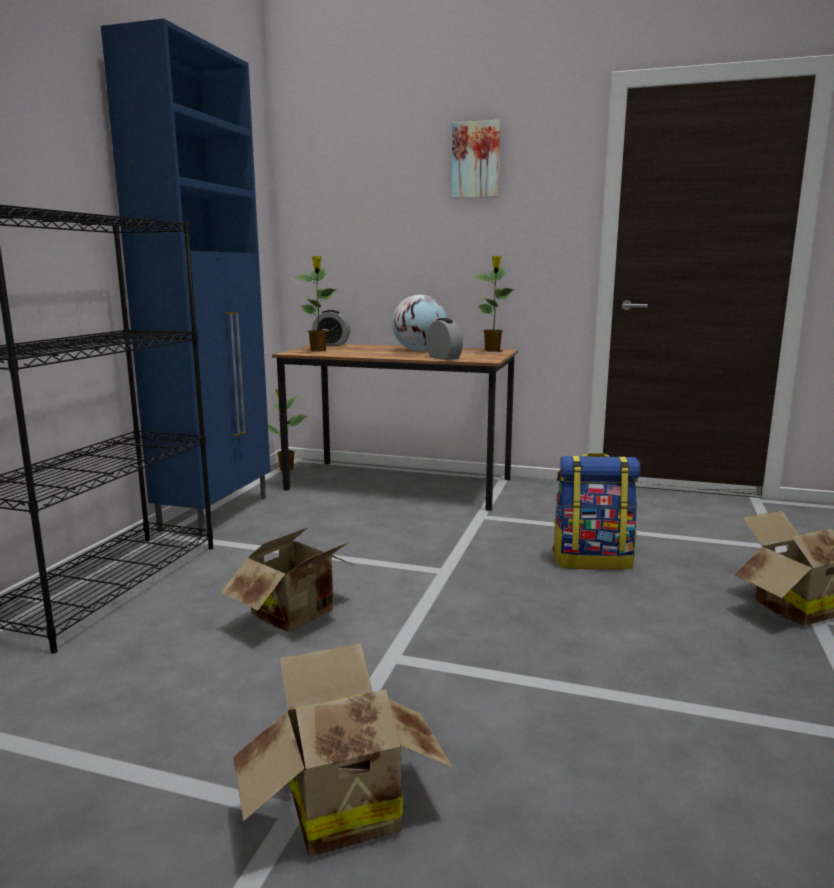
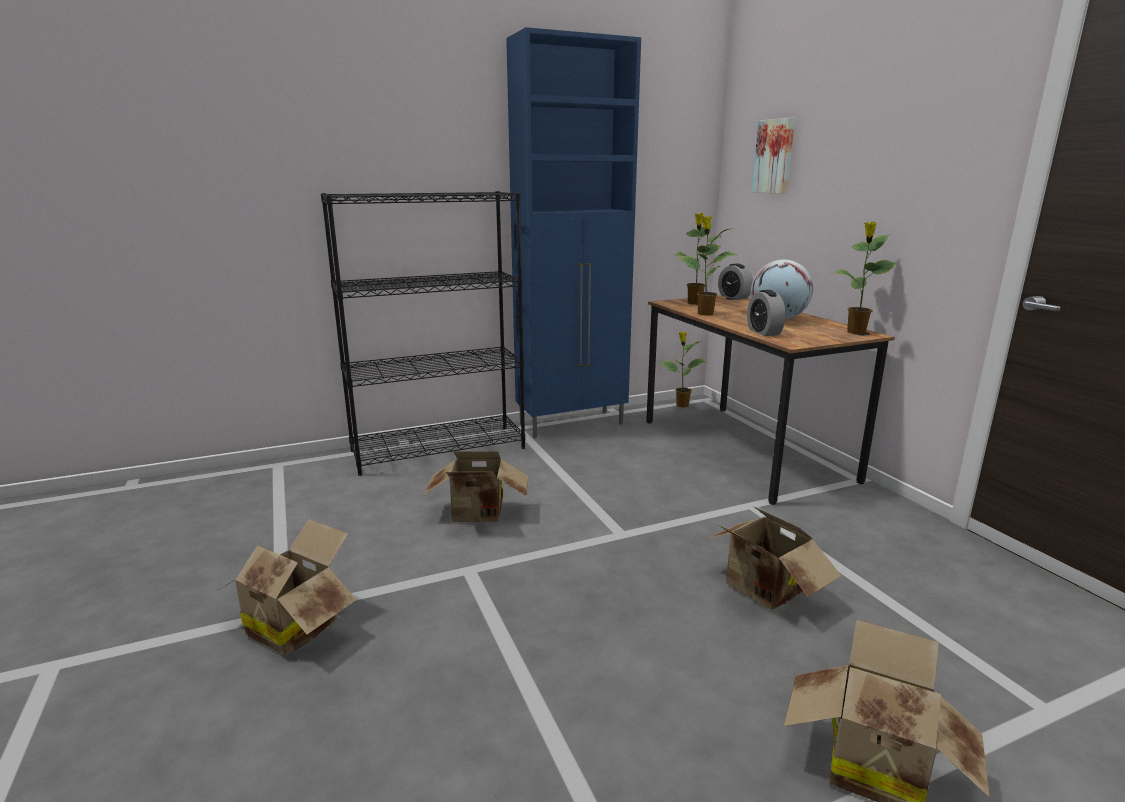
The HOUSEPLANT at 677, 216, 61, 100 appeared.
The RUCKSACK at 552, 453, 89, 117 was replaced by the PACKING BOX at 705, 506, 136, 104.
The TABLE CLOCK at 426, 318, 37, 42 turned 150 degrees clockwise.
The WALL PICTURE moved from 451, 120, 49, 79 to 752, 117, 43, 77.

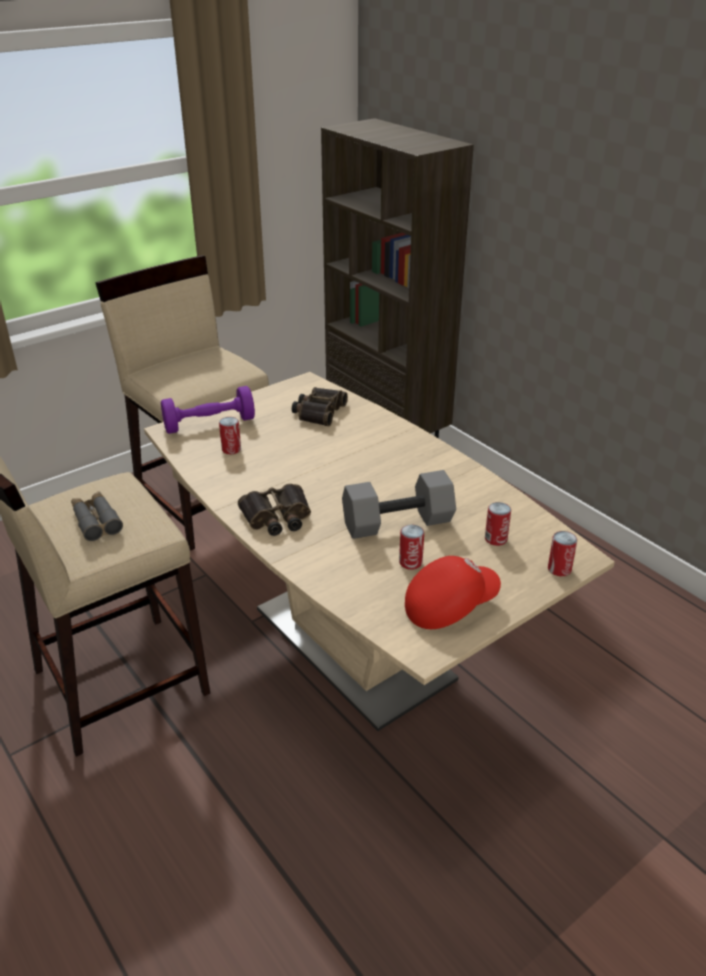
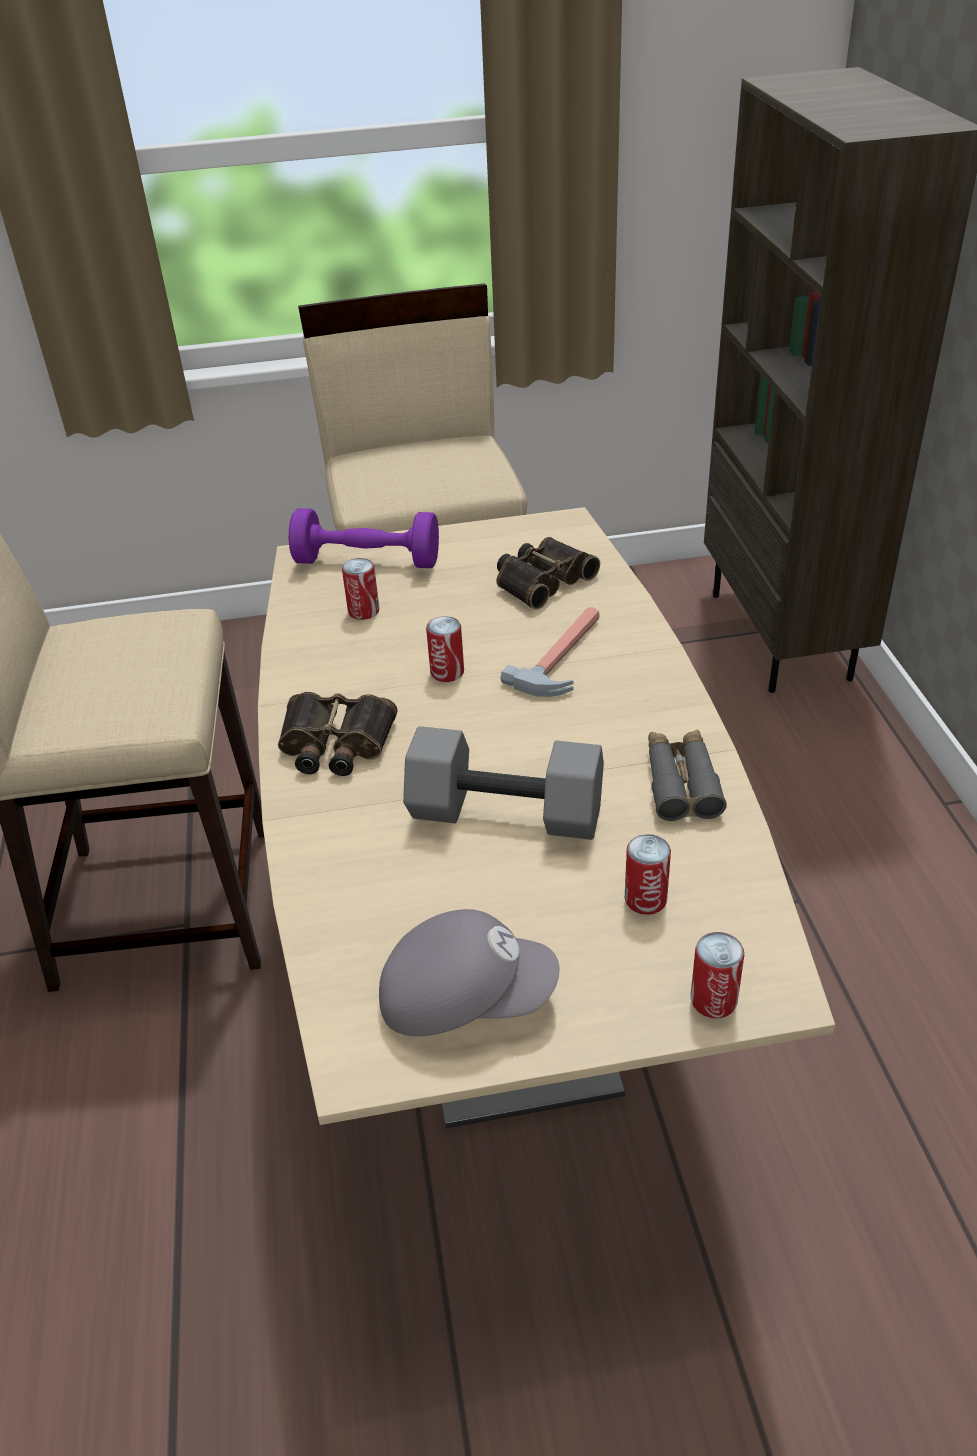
The REDDISH PEAKED CAP at 405, 556, 96, 73 became the GRAY PEAKED CAP at 379, 909, 180, 127.
The METAL CAN moved from 399, 525, 25, 45 to 426, 616, 38, 66.
The HAND HAMMER at 500, 607, 100, 90 appeared.
The GRAY PAIR OF BINOCULARS moved from 71, 491, 52, 50 to 648, 730, 79, 91.

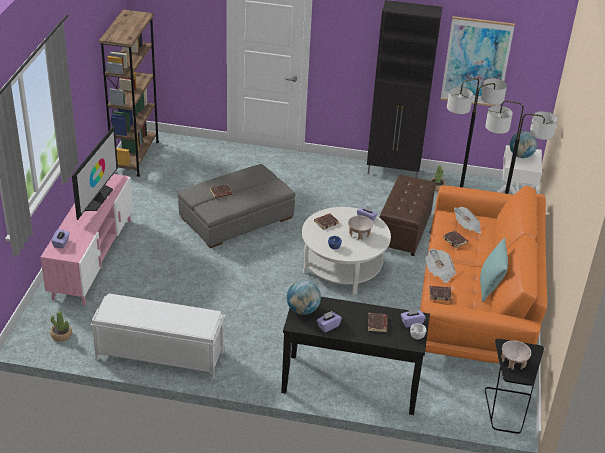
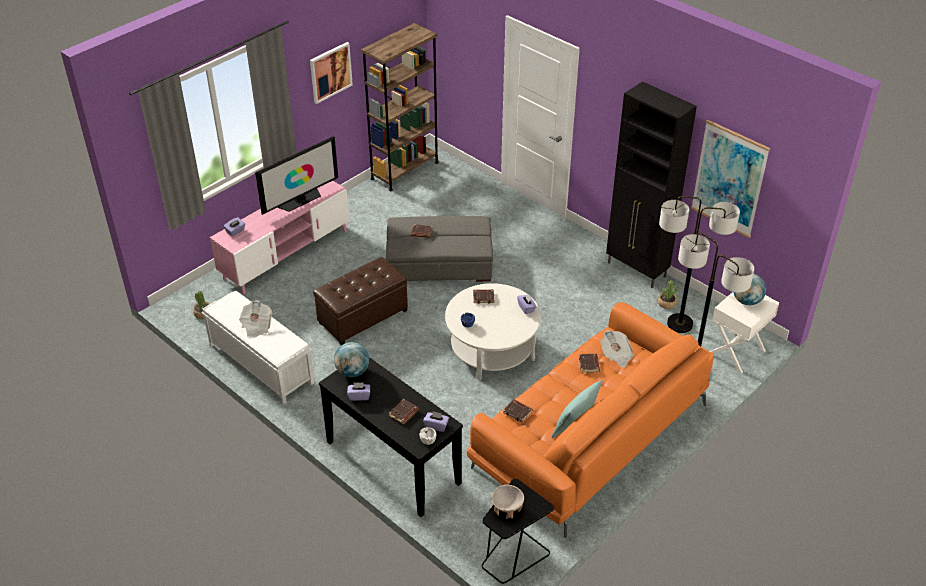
The DAILY PAPER moved from 425, 249, 31, 34 to 239, 300, 33, 38.
The WALL PICTURE at 310, 42, 43, 62 appeared.
The BROWNISH FOOTREST moved from 380, 174, 56, 82 to 313, 257, 95, 88.
The SAND-COLOURED DEEP DISH at 348, 215, 25, 25 disappeared.

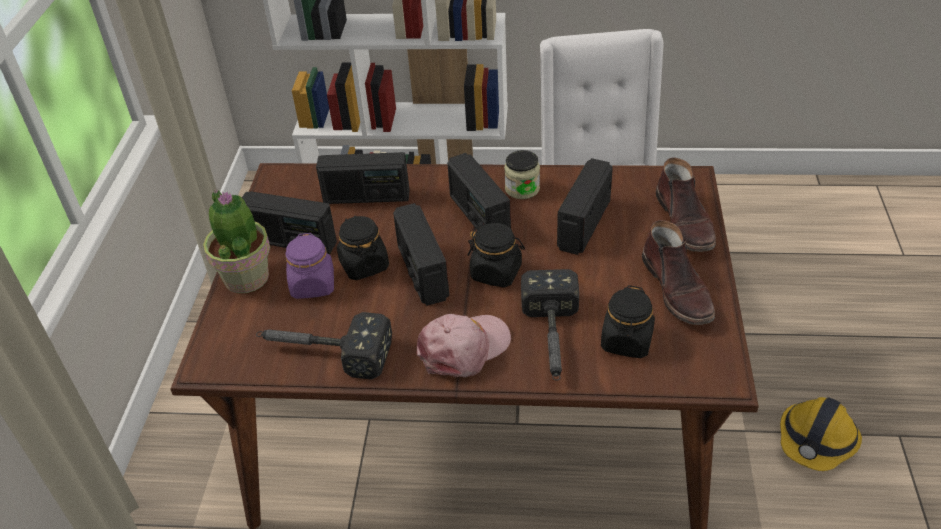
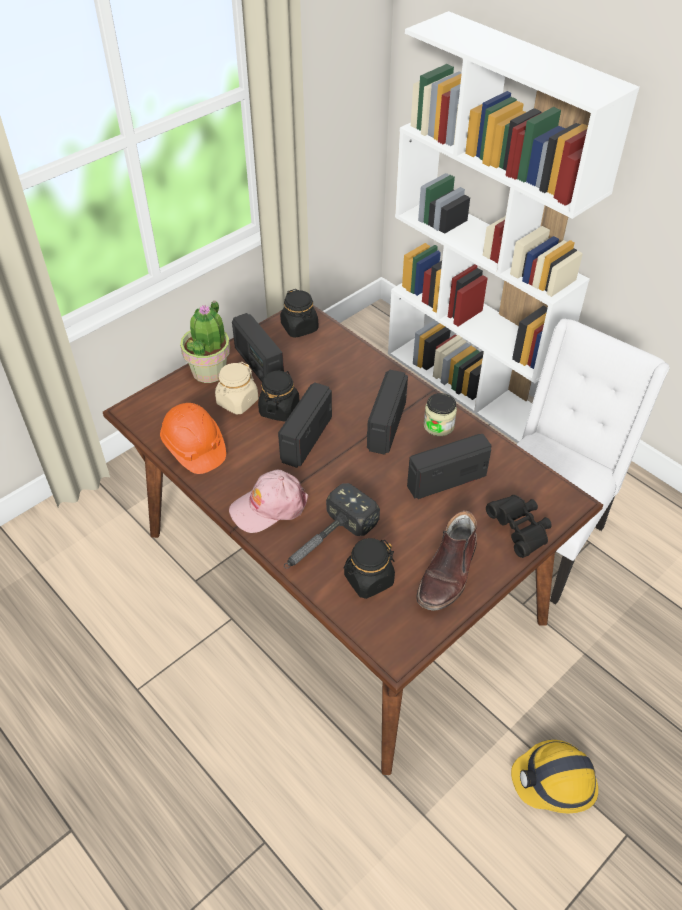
The HAND HAMMER at 256, 312, 136, 67 was replaced by the ORANGE SAFETY HELMET at 160, 403, 66, 71.
The PURPLE-COLOURED PRESERVE JAR at 285, 233, 49, 66 became the SAND-COLOURED PRESERVE JAR at 215, 362, 43, 53.
The PINKISH PEAKED CAP at 417, 314, 94, 64 turned 150 degrees clockwise.
The BLACK-COLOURED PRESERVE JAR moved from 468, 223, 57, 65 to 280, 289, 38, 49.
The BROWNISH TALL BOOT at 656, 158, 60, 94 was replaced by the BLACK-COLOURED PAIR OF BINOCULARS at 486, 495, 66, 63.
The RADIO RECEIVER at 316, 152, 94, 52 disappeared.

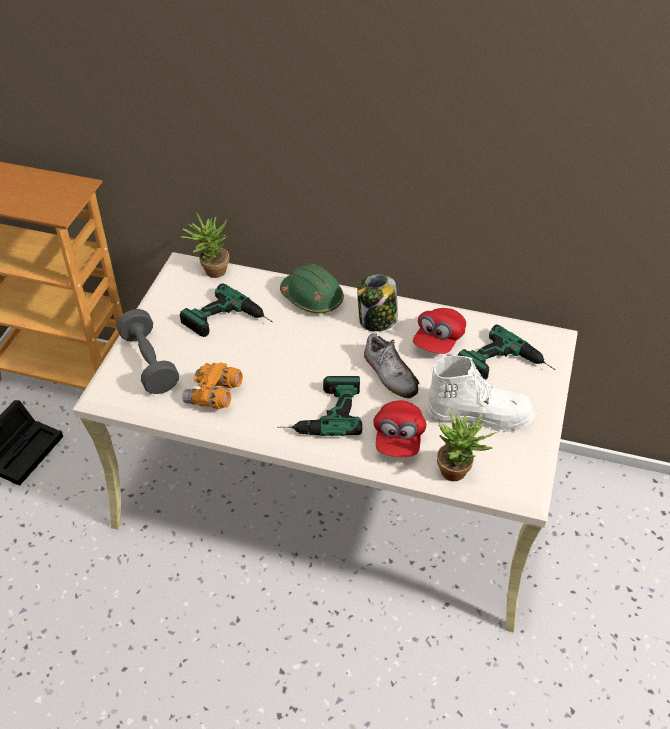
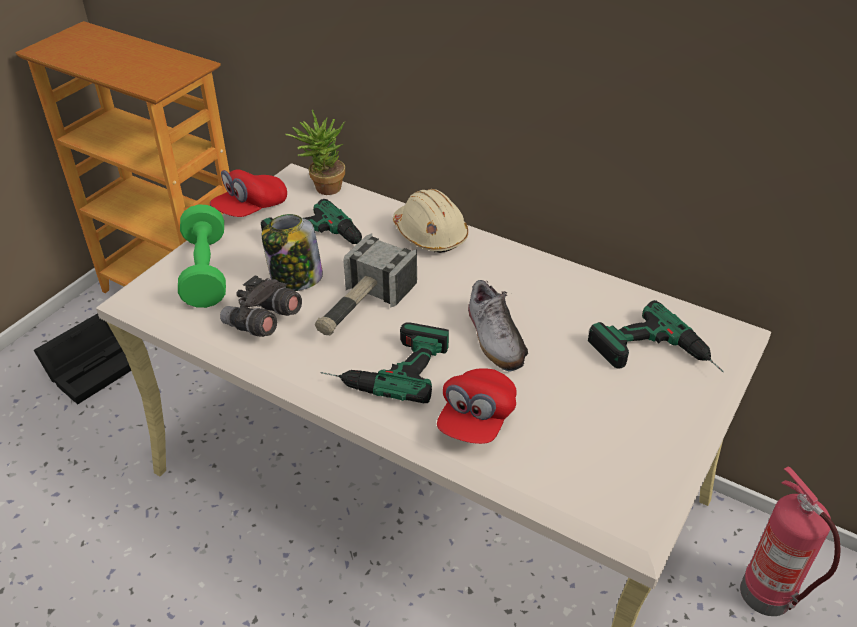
The GRAY HAND WEIGHT at 117, 309, 62, 85 became the GREEN-COLOURED HAND WEIGHT at 178, 204, 48, 104.
The REDDISH PEAKED CAP moved from 413, 308, 53, 46 to 210, 169, 77, 48.
The ORANGE PAIR OF BINOCULARS at 182, 362, 61, 47 became the GRAY PAIR OF BINOCULARS at 220, 275, 82, 62.
The PRESERVE JAR moved from 357, 274, 41, 57 to 262, 214, 61, 77.
The HAND HAMMER at 315, 233, 102, 102 appeared.
The GREEN-COLOURED SAFETY HELMET at 280, 264, 64, 50 became the SAND-COLOURED SAFETY HELMET at 393, 189, 75, 64.
The FIRE-FIGHTING CYLINDER at 740, 466, 100, 150 appeared.
The WHITISH TALL BOOT at 427, 356, 108, 76 disappeared.
The HOUSEPLANT at 437, 406, 60, 75 disappeared.

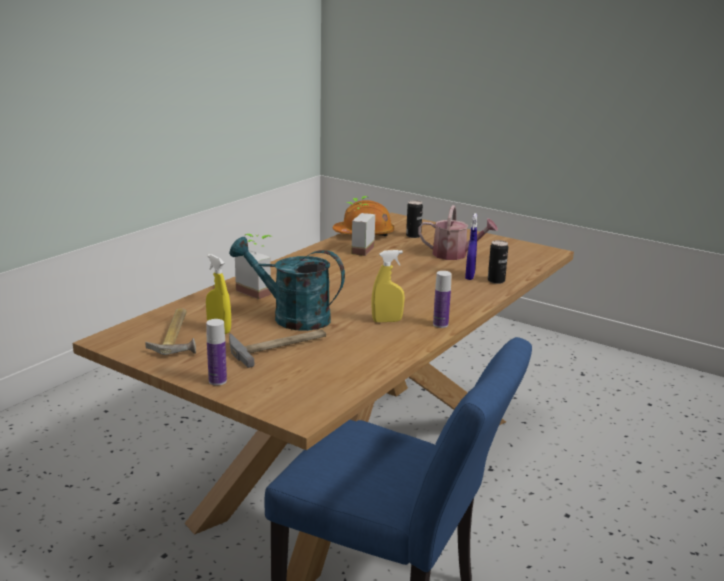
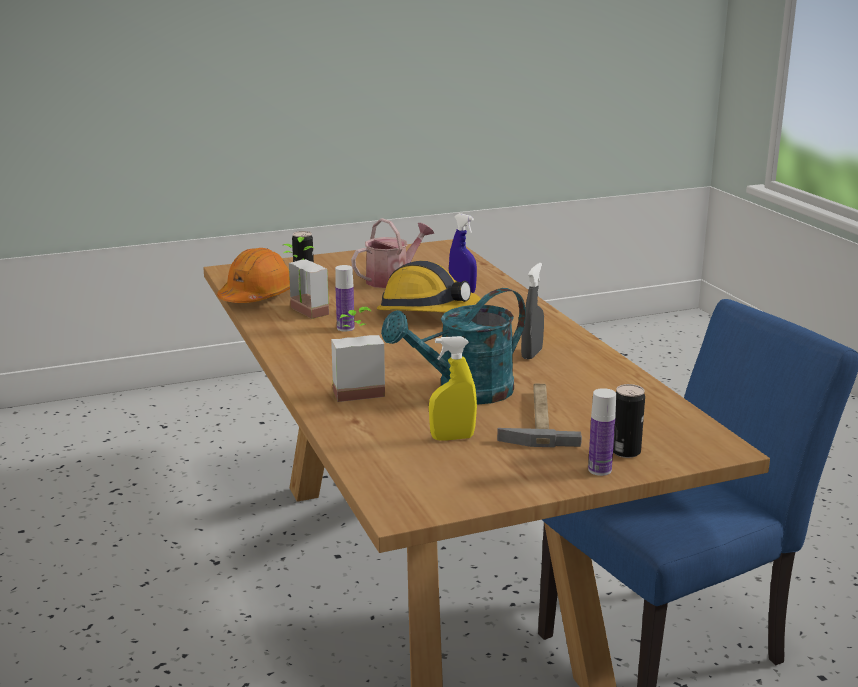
The DRINK BOTTLE moved from 433, 271, 19, 57 to 335, 265, 20, 66.
The SAFETY HELMET at 377, 261, 104, 52 appeared.
The YELLOW SPRAYER at 371, 250, 34, 72 became the GRAY SPRAYER at 521, 263, 23, 97.
The METAL CAN moved from 488, 240, 20, 44 to 613, 384, 32, 74.
The HAND HAMMER at 145, 308, 51, 47 disappeared.

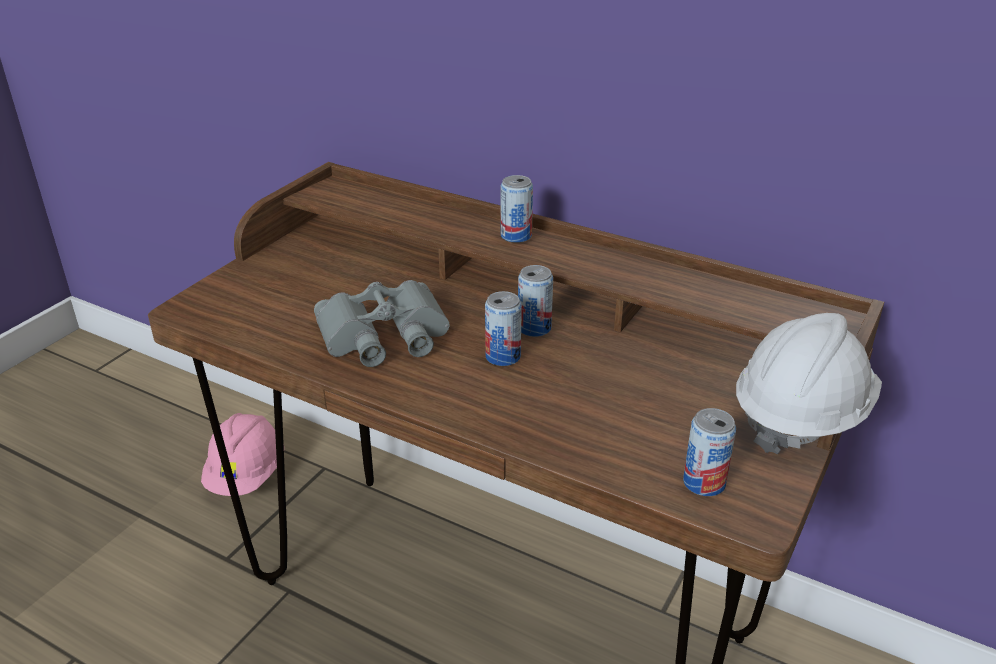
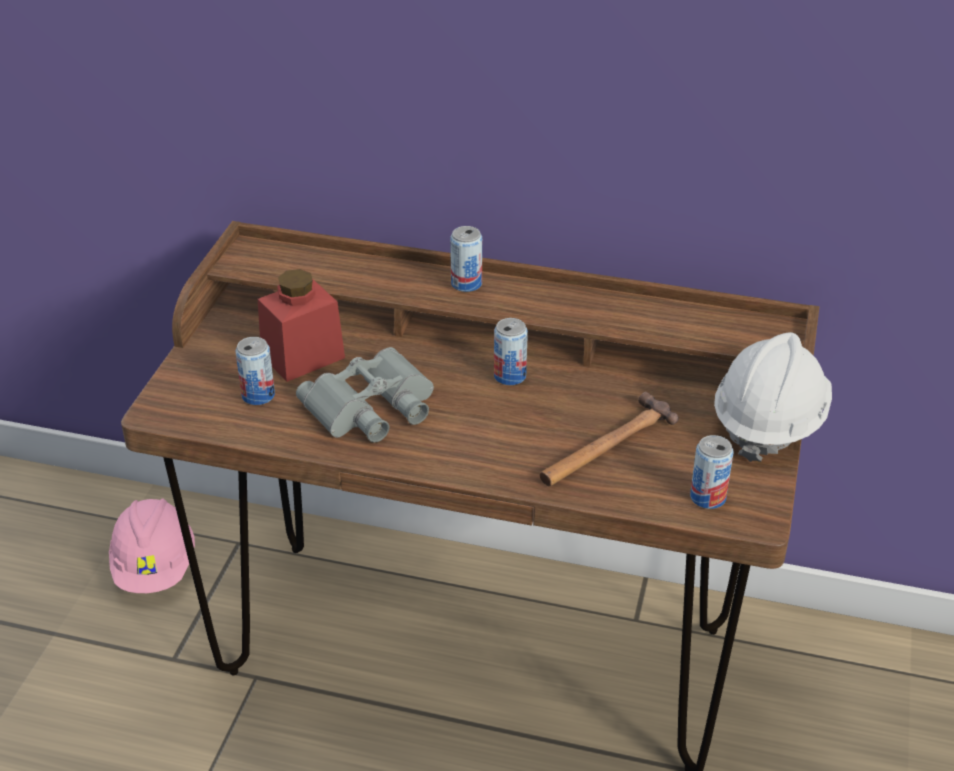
The METAL CAN moved from 485, 291, 37, 75 to 236, 337, 39, 68.
The REDDISH PRESERVE JAR at 258, 269, 87, 113 appeared.
The HAND HAMMER at 540, 392, 139, 94 appeared.

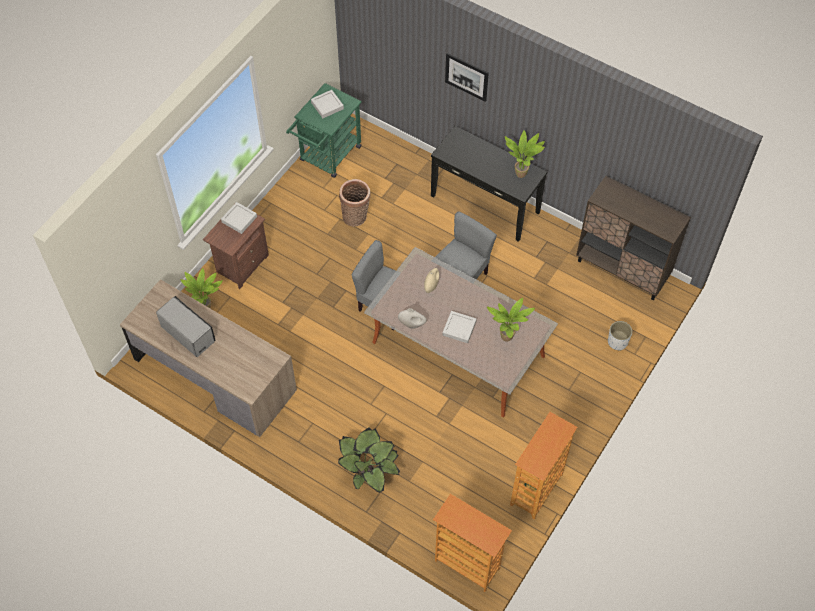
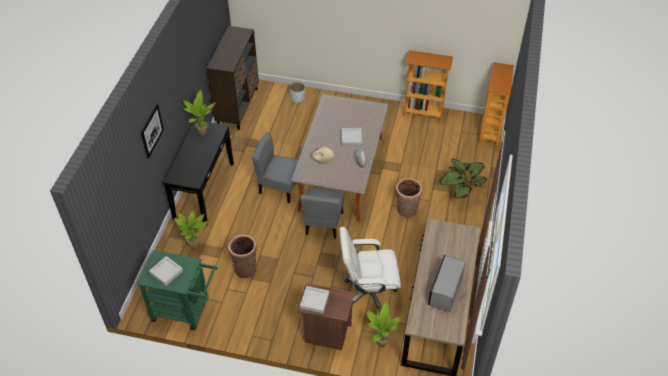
The HOUSEPLANT moved from 487, 298, 48, 44 to 174, 210, 35, 39.
The WHITISH DESK CHAIR at 339, 227, 62, 84 appeared.
The BASKET at 396, 178, 26, 40 appeared.

